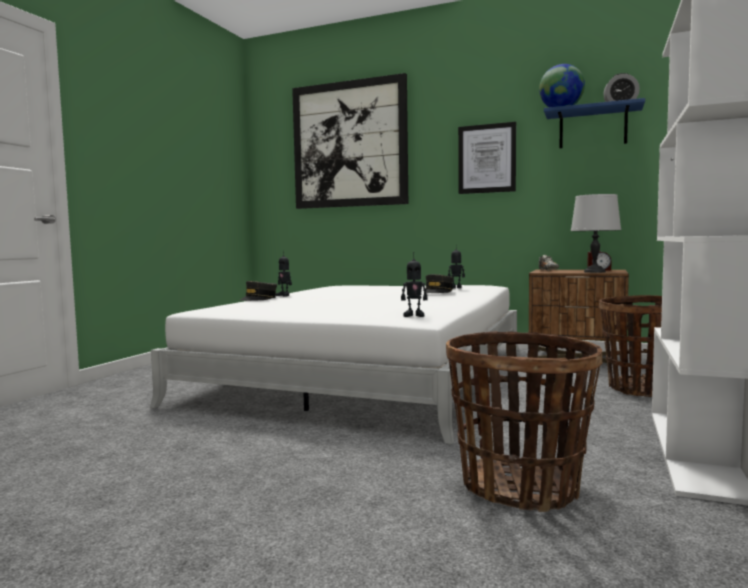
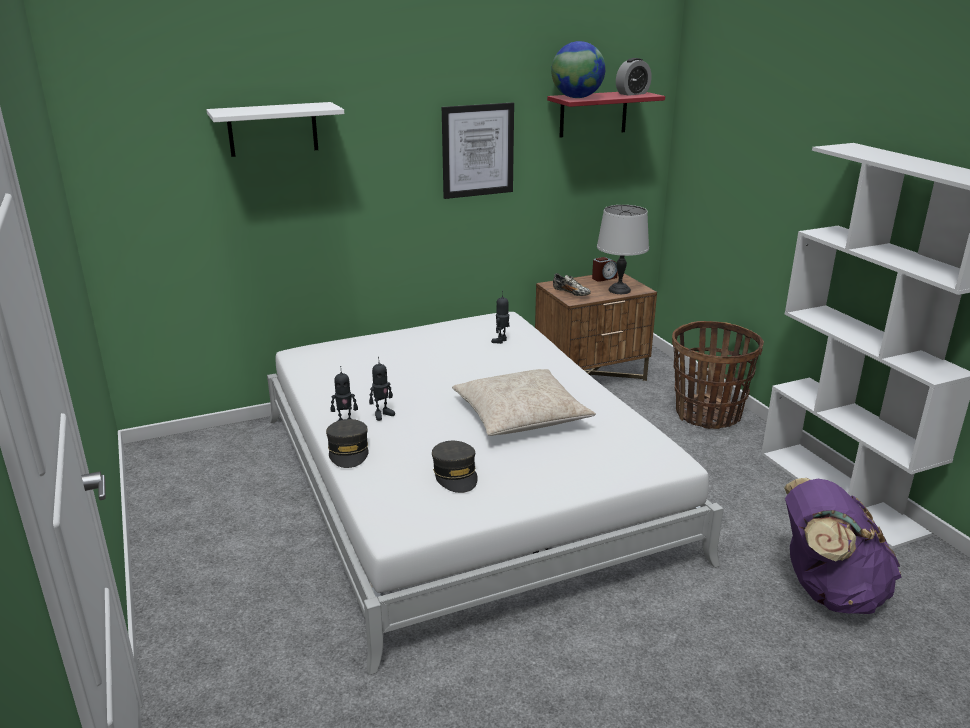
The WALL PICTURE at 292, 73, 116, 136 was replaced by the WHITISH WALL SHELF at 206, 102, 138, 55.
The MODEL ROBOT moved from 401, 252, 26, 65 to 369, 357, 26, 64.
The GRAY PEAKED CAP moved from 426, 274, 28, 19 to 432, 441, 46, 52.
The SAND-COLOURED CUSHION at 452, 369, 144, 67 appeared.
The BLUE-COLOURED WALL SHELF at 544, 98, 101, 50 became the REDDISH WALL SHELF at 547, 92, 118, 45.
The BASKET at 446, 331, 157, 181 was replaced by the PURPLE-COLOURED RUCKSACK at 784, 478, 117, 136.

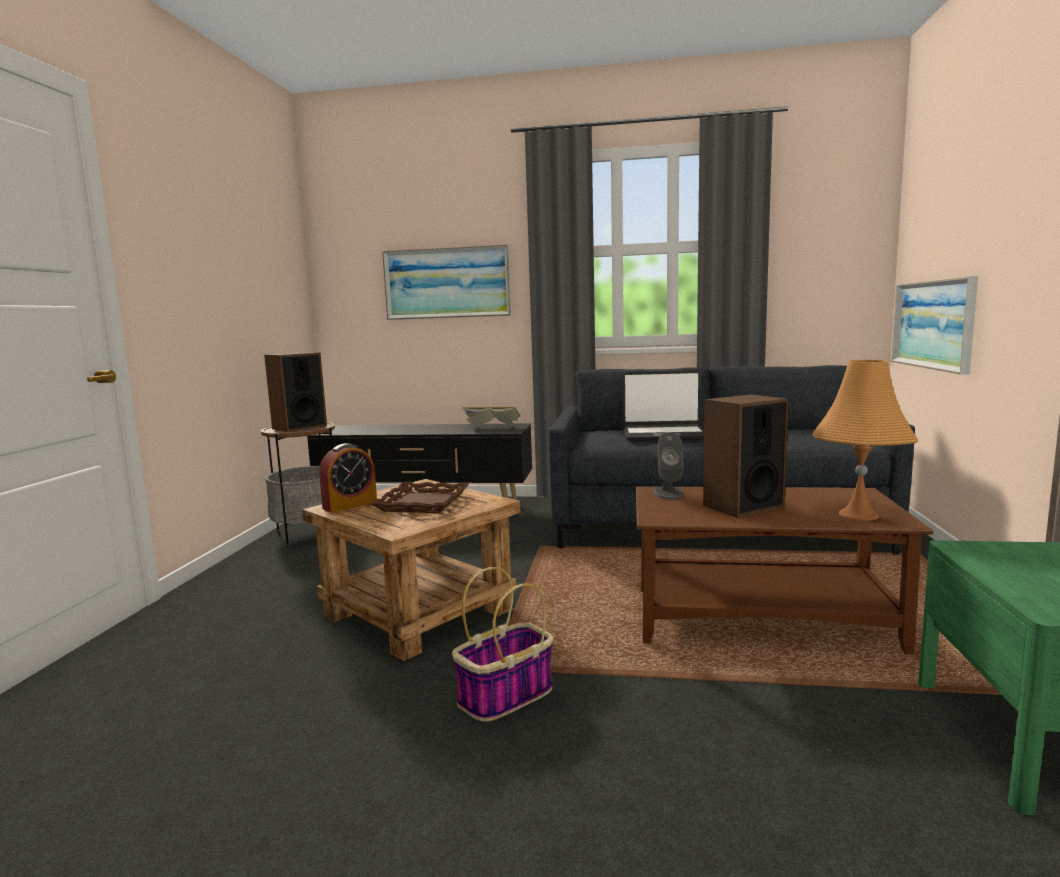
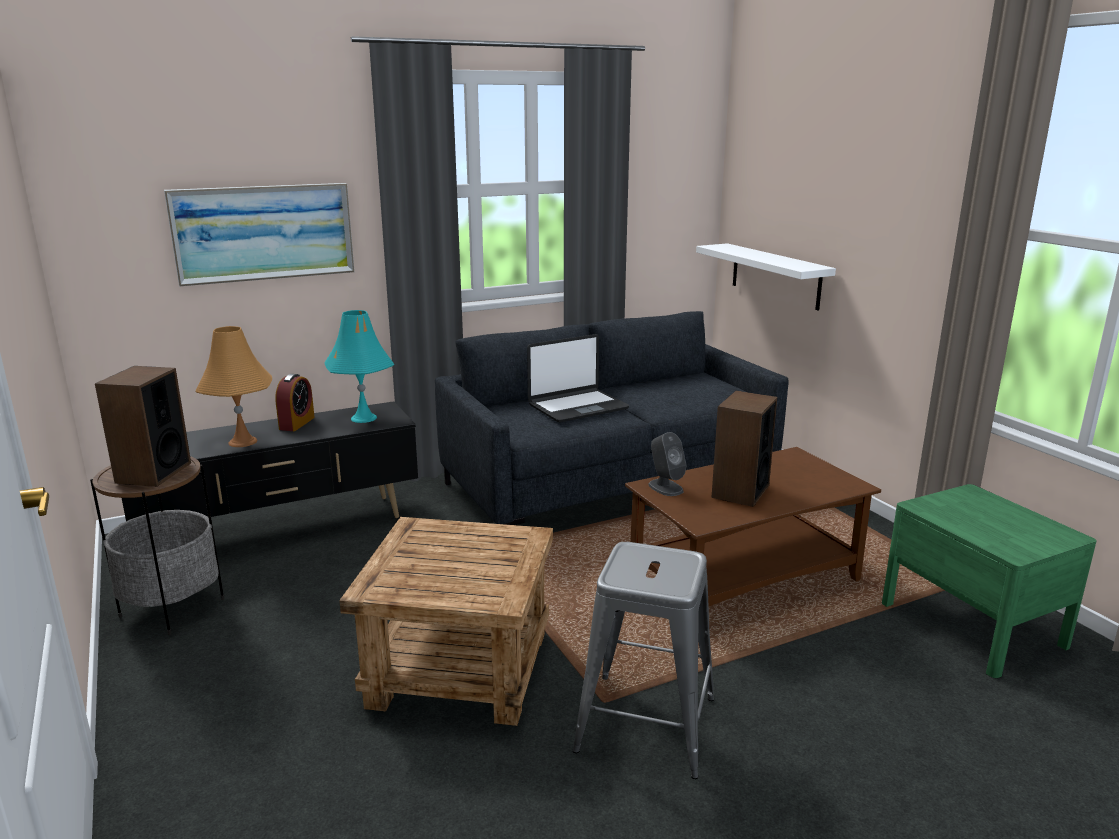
The ORANGE TABLETOP LAMP moved from 813, 360, 105, 160 to 195, 326, 77, 121.
The TABLE CLOCK moved from 319, 443, 58, 70 to 275, 374, 40, 57.
The BOUND BOOK at 462, 407, 59, 20 was replaced by the TURQUOISE-COLOURED TABLETOP LAMP at 325, 310, 69, 113.
The BASKET at 452, 567, 101, 155 was replaced by the GRAY STOOL at 573, 542, 141, 237.
The WALL PICTURE at 891, 276, 87, 99 was replaced by the WHITISH WALL SHELF at 696, 243, 140, 68.
The BROWNISH SERVING TRAY at 370, 481, 99, 32 disappeared.

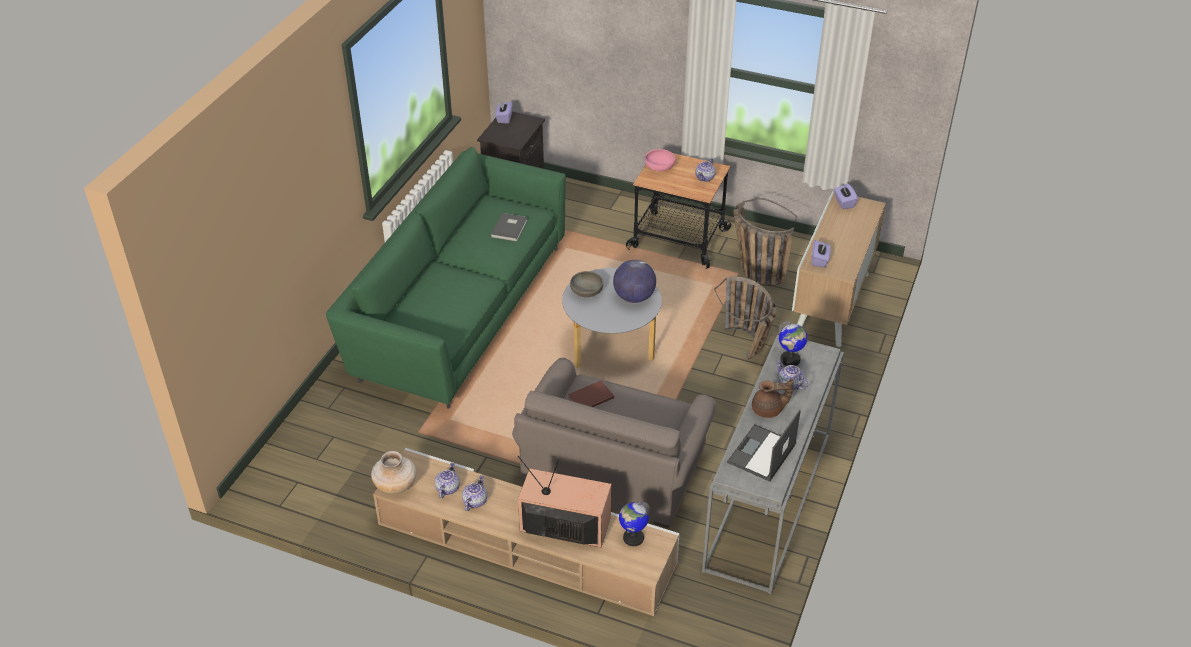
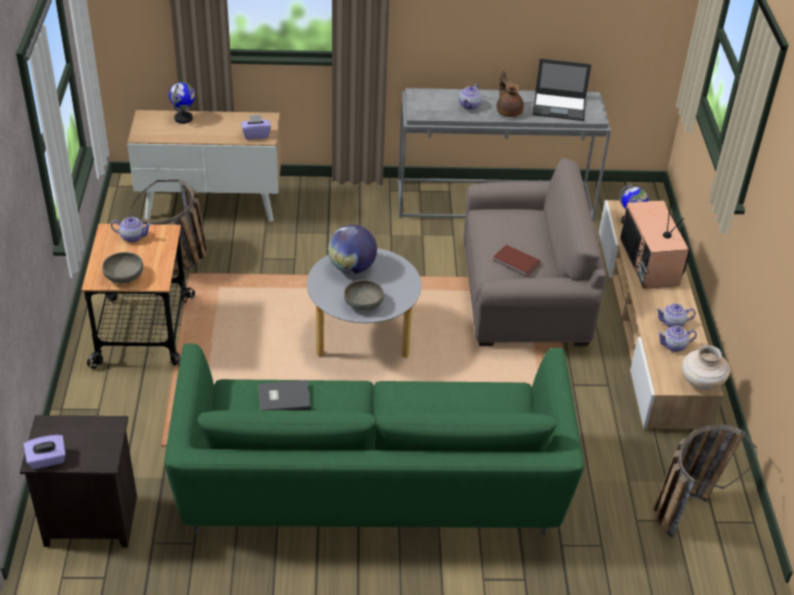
The PINKISH DEEP DISH at 645, 149, 30, 22 became the GRAY DEEP DISH at 102, 252, 41, 31.
The DESK GLOBE moved from 779, 321, 28, 45 to 169, 82, 26, 42.
The BASKET moved from 715, 276, 62, 84 to 654, 424, 103, 114.
The PURPLE-COLOURED BOX OF TISSUES at 834, 184, 24, 25 disappeared.

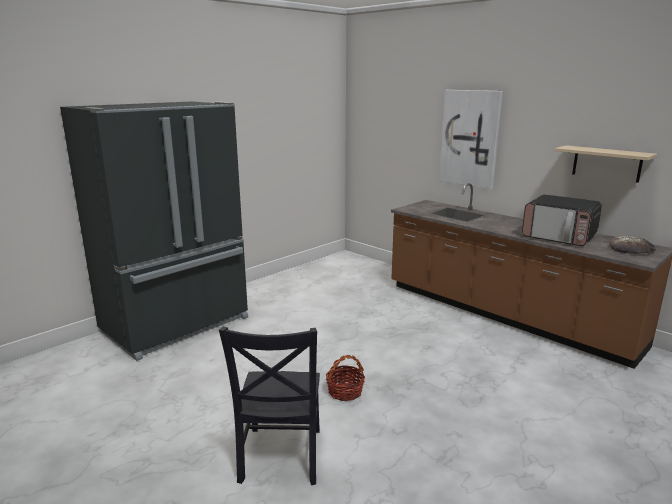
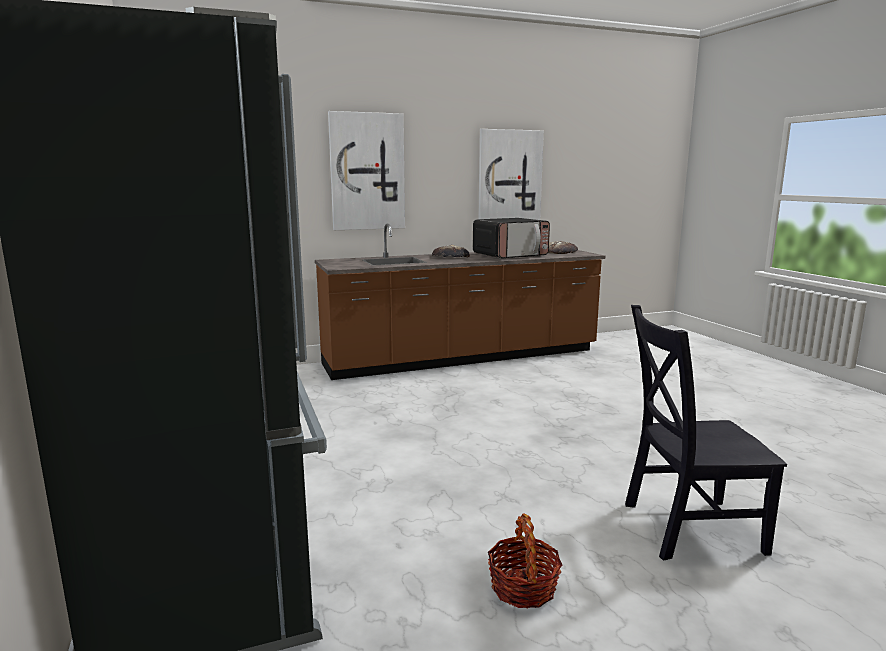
The BAKED BREAD at 432, 245, 38, 13 appeared.
The SAND-COLOURED WALL SHELF at 554, 145, 103, 38 was replaced by the WALL PICTURE at 478, 129, 66, 91.
The BASKET moved from 326, 355, 39, 46 to 488, 513, 75, 95.
The BLACK-COLOURED PLAIN CHAIR at 219, 327, 101, 158 turned 150 degrees clockwise.

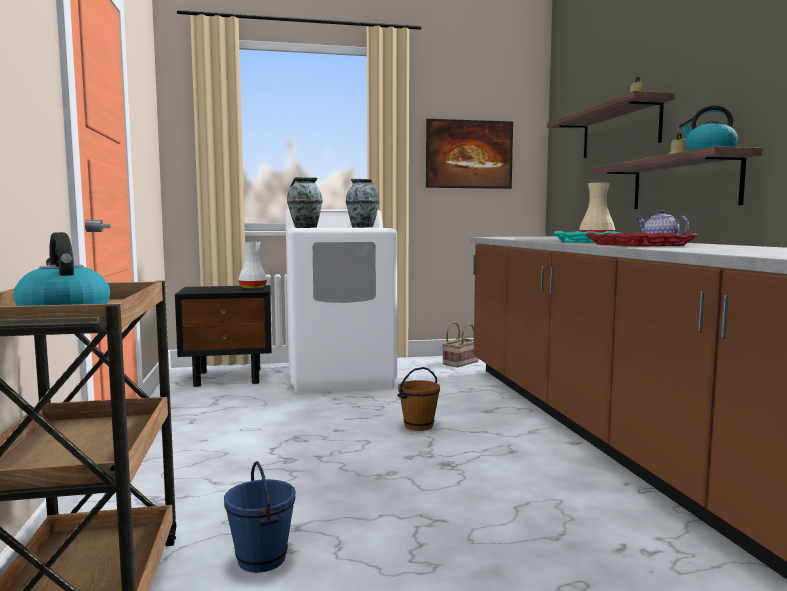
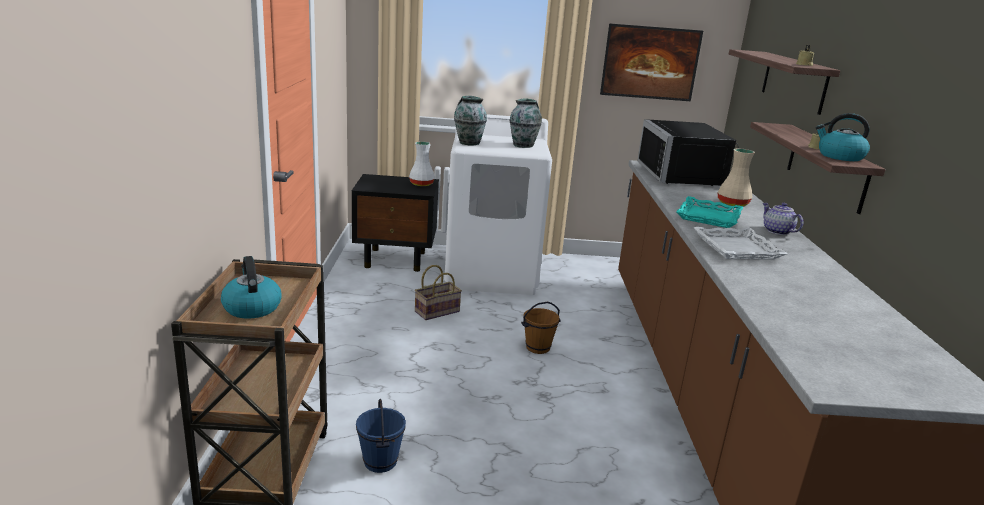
The BASKET moved from 442, 321, 37, 46 to 415, 265, 47, 55.
The BLACK-COLOURED KITCHEN MICROWAVE at 637, 119, 102, 67 appeared.
The REDDISH SERVING TRAY at 585, 232, 113, 15 became the WHITISH SERVING TRAY at 694, 227, 93, 33.

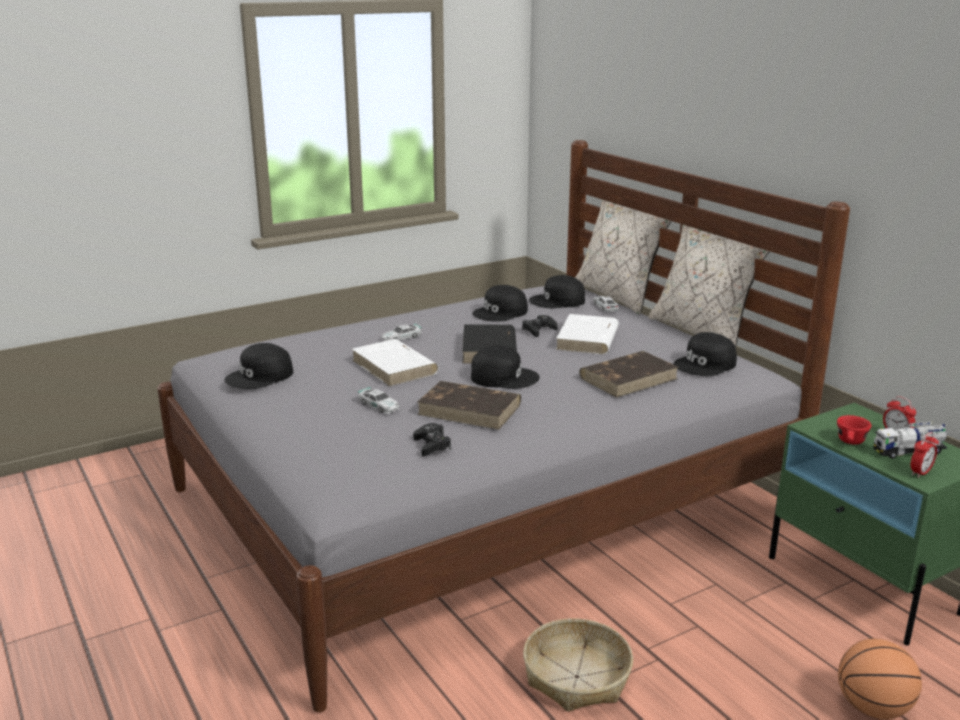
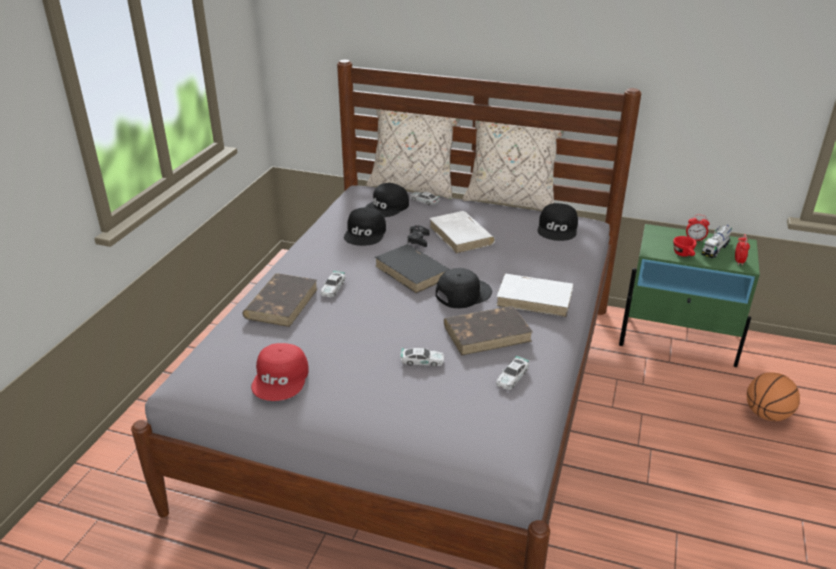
The BROWNISH BOUND BOOK moved from 579, 351, 99, 47 to 242, 273, 76, 54.
The BLACK-COLOURED PEAKED CAP at 224, 343, 69, 46 became the REDDISH PEAKED CAP at 251, 343, 58, 58.
The WHITISH BOUND BOOK moved from 352, 339, 87, 48 to 496, 274, 77, 43.
The BLACK-COLOURED GAMEPAD at 413, 423, 38, 33 was replaced by the TOY CAR at 496, 356, 33, 34.
The BASKET at 523, 618, 110, 94 disappeared.

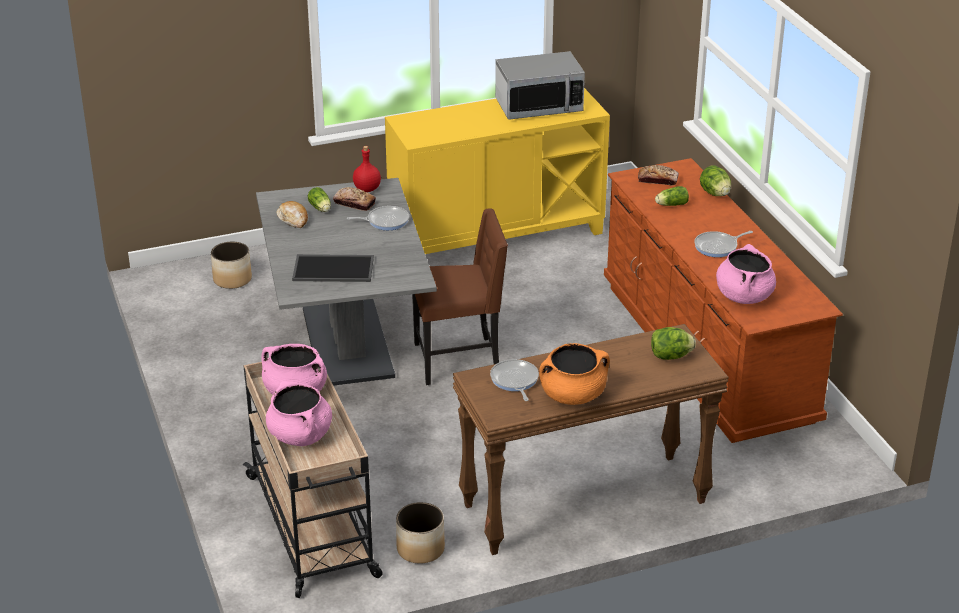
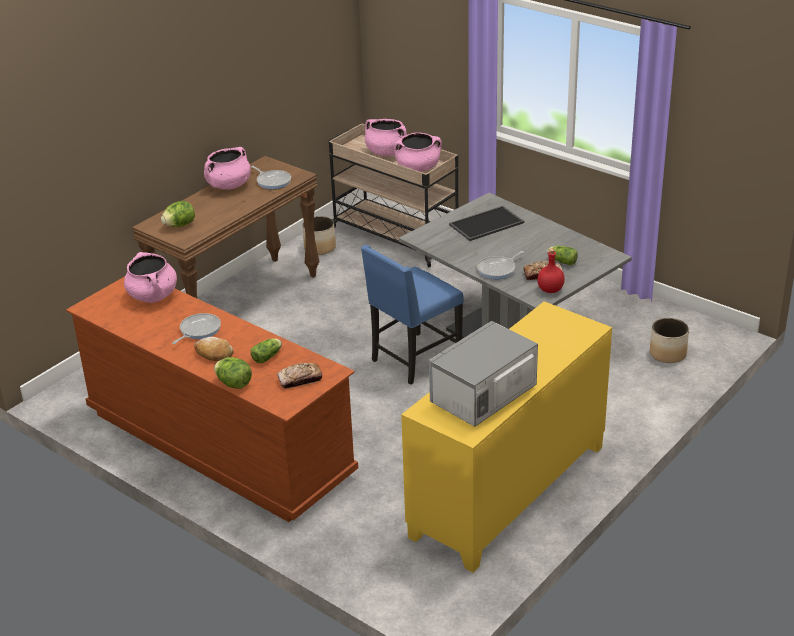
The BAKED BREAD moved from 276, 201, 32, 27 to 194, 337, 40, 24.
The ORANGE STOCKPOT at 539, 343, 71, 62 became the PINKISH STOCKPOT at 204, 147, 47, 43.
The BROWNISH PLAIN CHAIR at 412, 208, 96, 177 became the BLUE-COLOURED PLAIN CHAIR at 361, 245, 103, 140.

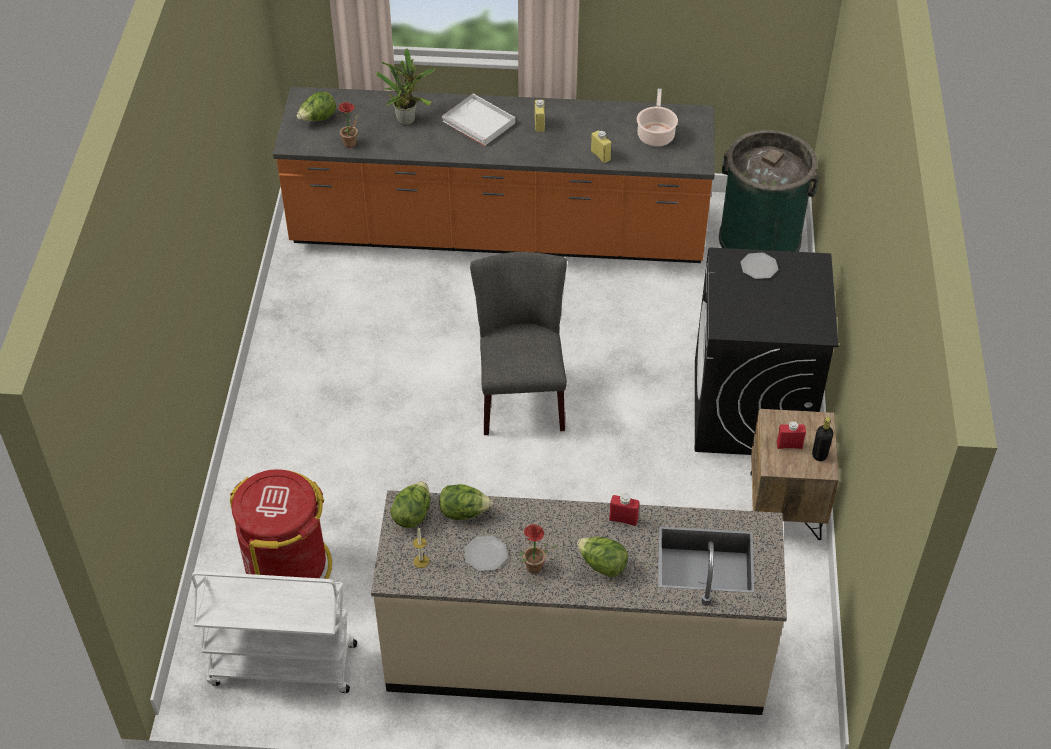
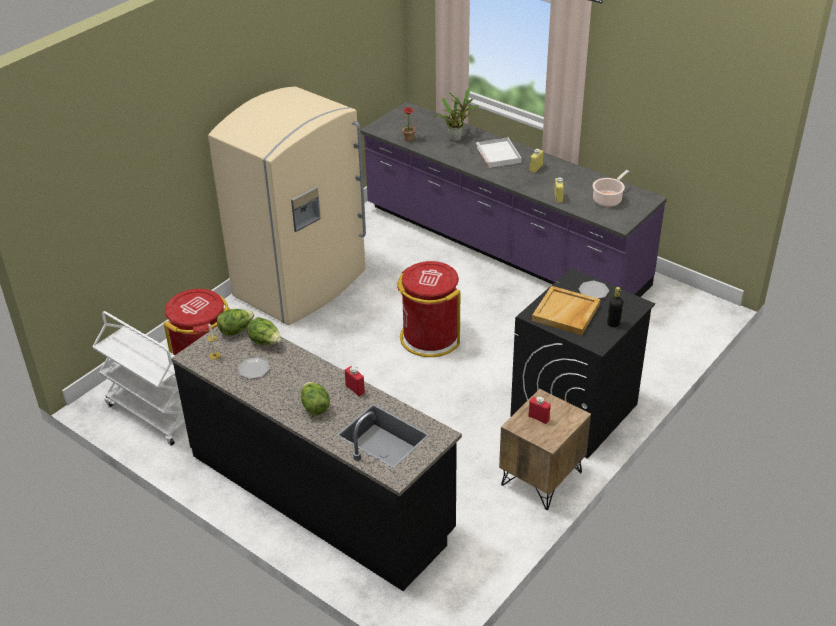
The SAND-COLOURED KITCHEN COUNTER at 371, 490, 416, 225 became the BLACK-COLOURED KITCHEN COUNTER at 171, 326, 291, 265.
The SAND-COLOURED KITCHEN FRIDGE at 208, 86, 158, 239 appeared.
The ORANGE KITCHEN COUNTER at 273, 87, 442, 176 became the PURPLE-COLOURED KITCHEN COUNTER at 360, 101, 307, 196.
The GRAY PLAIN CHAIR at 470, 252, 97, 183 was replaced by the REDDISH TRASH CAN at 397, 261, 63, 96.
The SAND-COLOURED SERVING TRAY at 532, 286, 68, 49 appeared.
The BLACK-COLOURED DRINK BOTTLE moved from 812, 417, 21, 44 to 607, 287, 16, 40.
The LETTUCE HEAD at 296, 91, 40, 30 disappeared.
The HOUSEPLANT at 518, 524, 40, 50 disappeared.
The GREEN-COLOURED TRASH CAN at 719, 130, 100, 122 disappeared.

